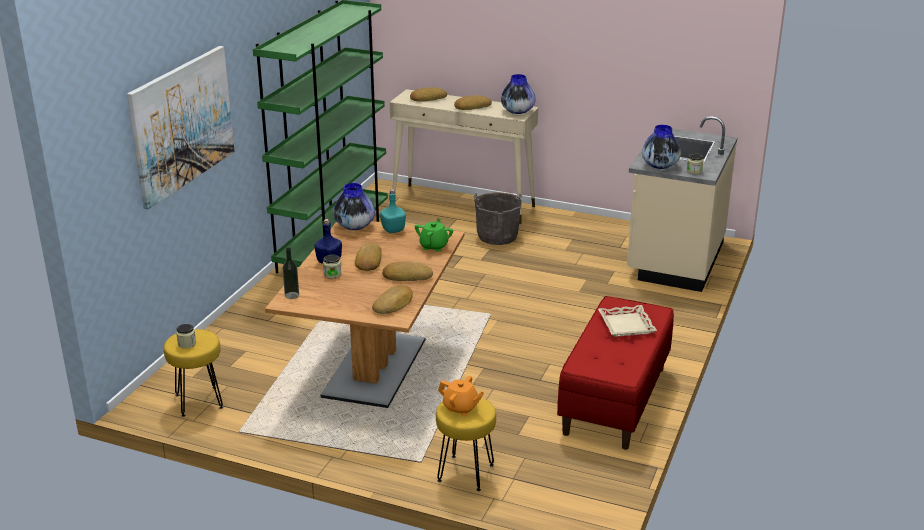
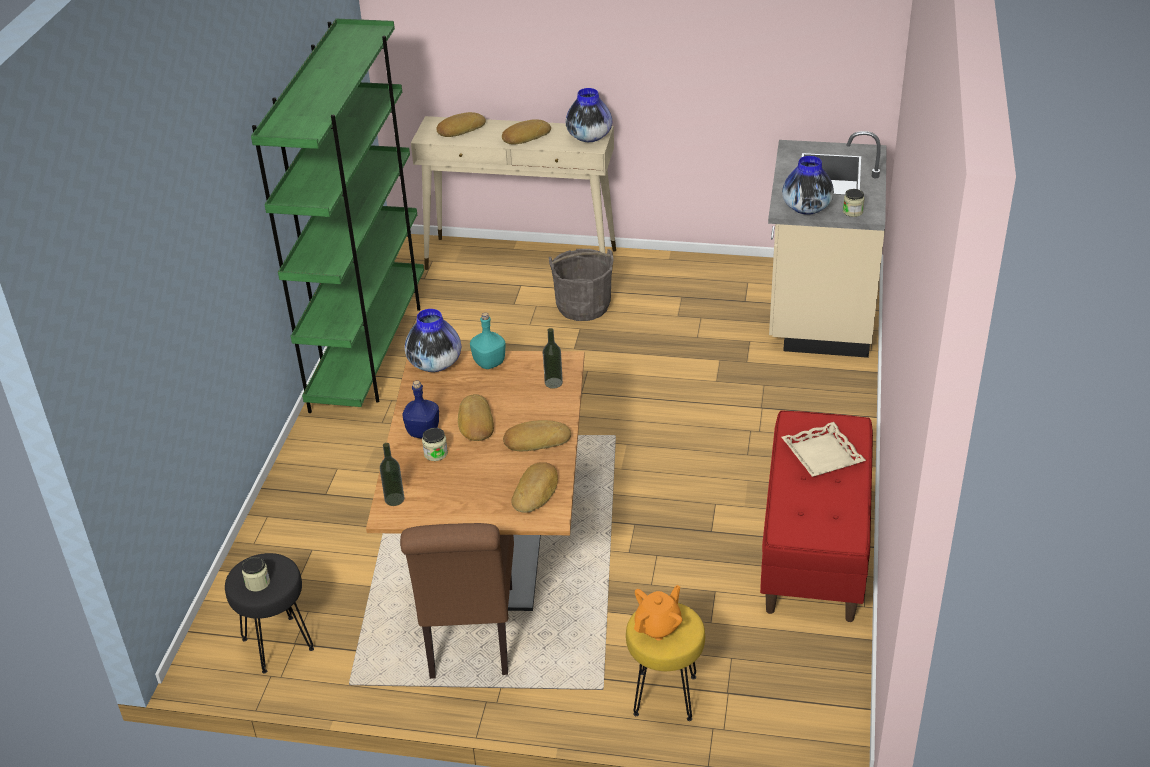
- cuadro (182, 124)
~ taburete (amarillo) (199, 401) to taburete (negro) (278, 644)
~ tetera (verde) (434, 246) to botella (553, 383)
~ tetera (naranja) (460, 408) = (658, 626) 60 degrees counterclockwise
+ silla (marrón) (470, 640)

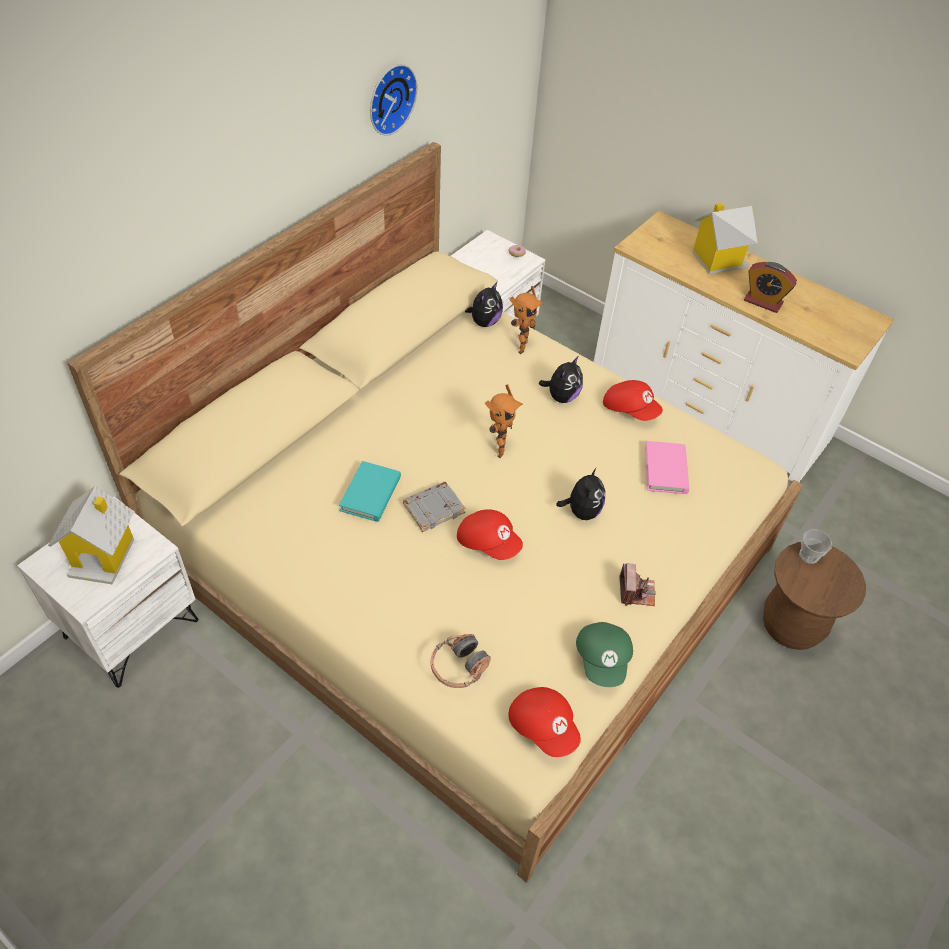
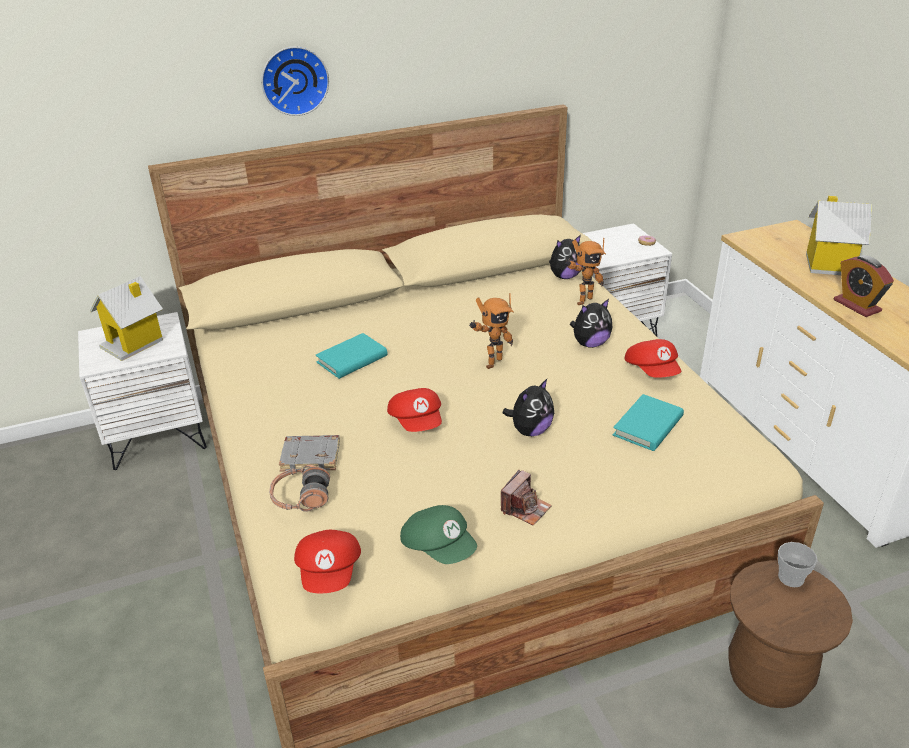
~ reloj de pared (389, 98) to (294, 80)
~ libro (gris) (434, 508) to (311, 456)
~ gorra (verde) (603, 660) = (439, 547) 75 degrees counterclockwise
~ libro (rosa) (666, 470) to libro (turquesa) (648, 426)

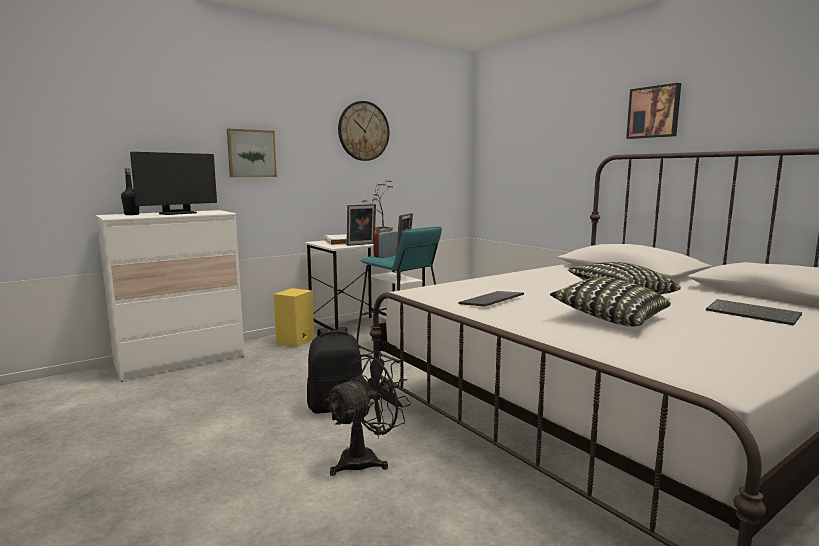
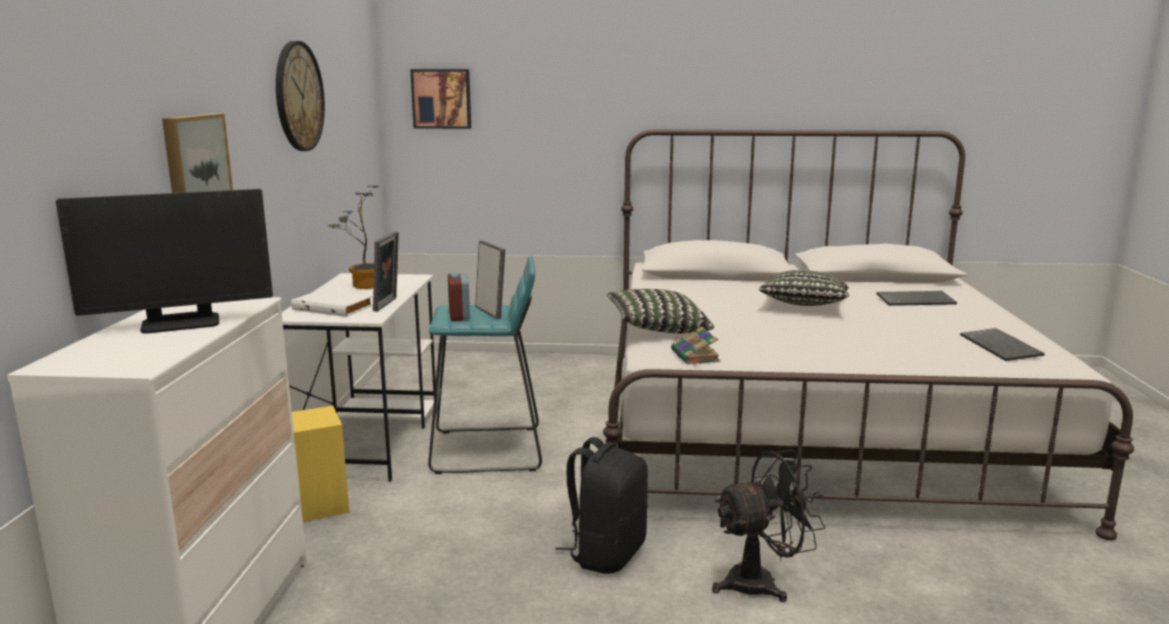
- botella (negro) (132, 214)
~ monitor (178, 213) = (181, 323) 75 degrees clockwise
~ ventilador (negro) (366, 459) = (762, 582) 75 degrees clockwise
~ teclado (492, 301) to (1002, 347)
~ cojín (609, 318) to (657, 329)
~ cuadro (654, 112) to (442, 99)
+ libro (695, 357)

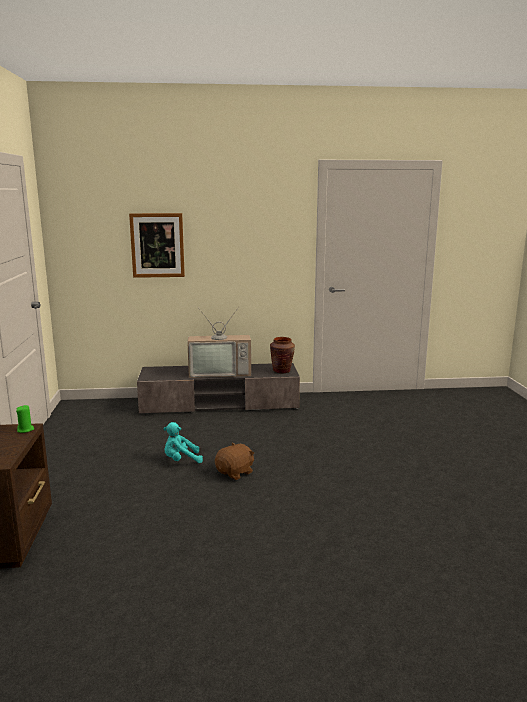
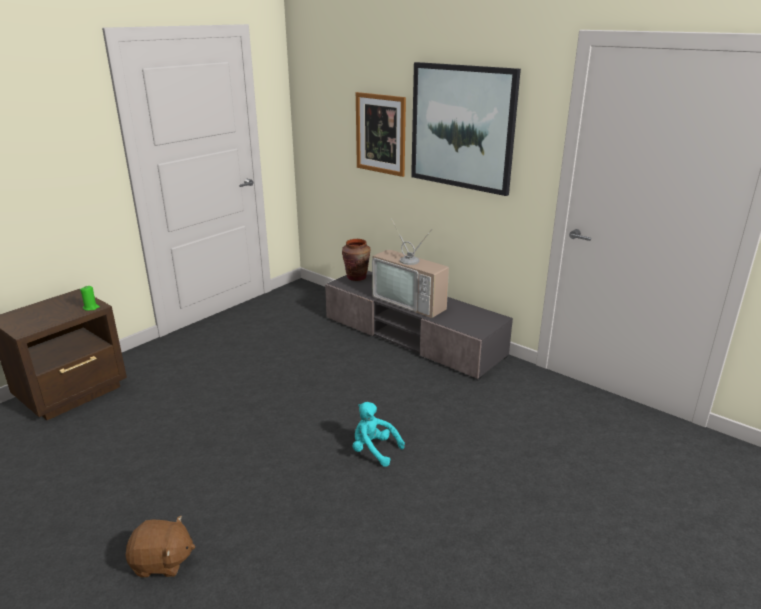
~ peluche (turquesa) (181, 460) to (374, 450)
~ peluche (marrón) (235, 473) to (162, 562)
~ florero (marrón) (282, 371) to (356, 277)
+ cuadro (462, 127)

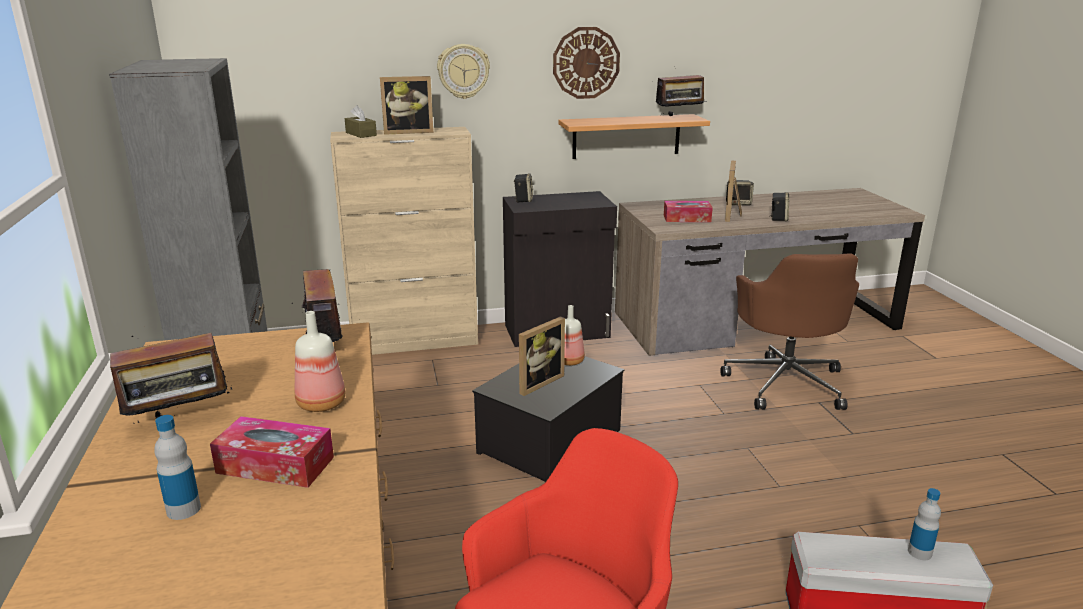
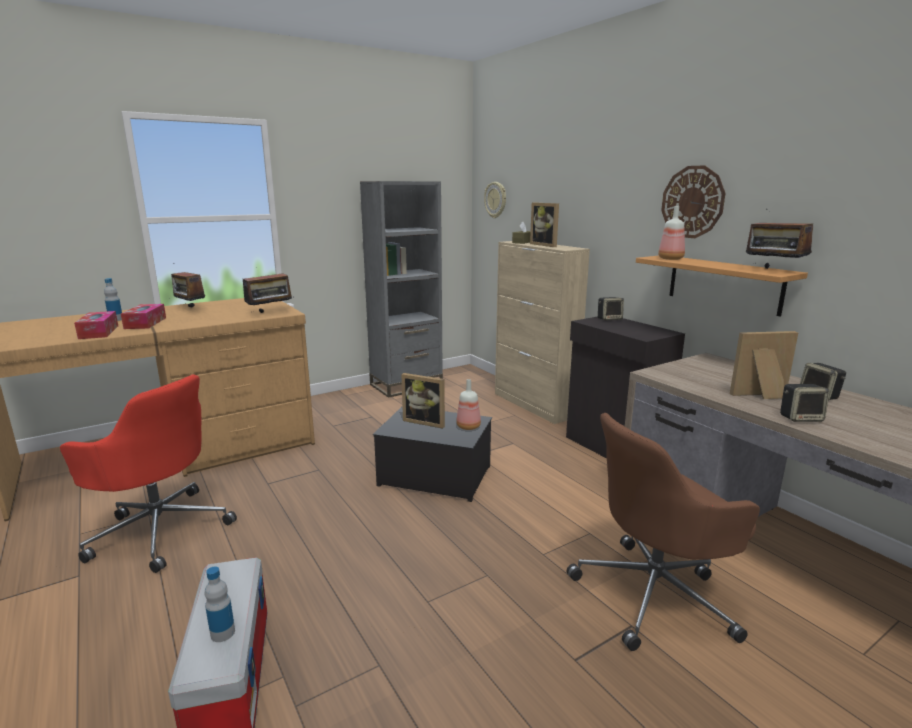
~ botella (321, 403) to (671, 259)
~ reloj de pared (463, 71) to (496, 200)
~ caja de pañuelos (687, 218) to (99, 332)

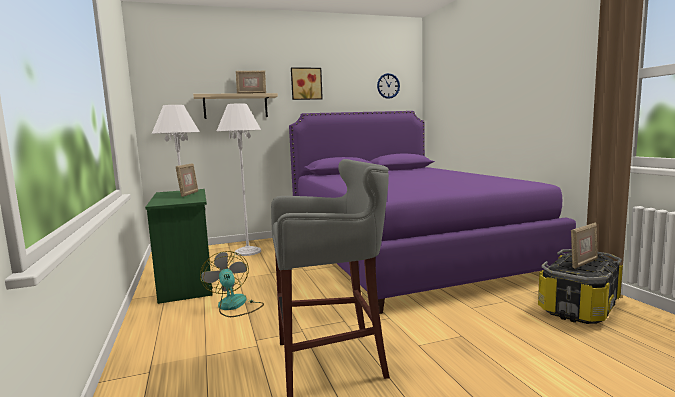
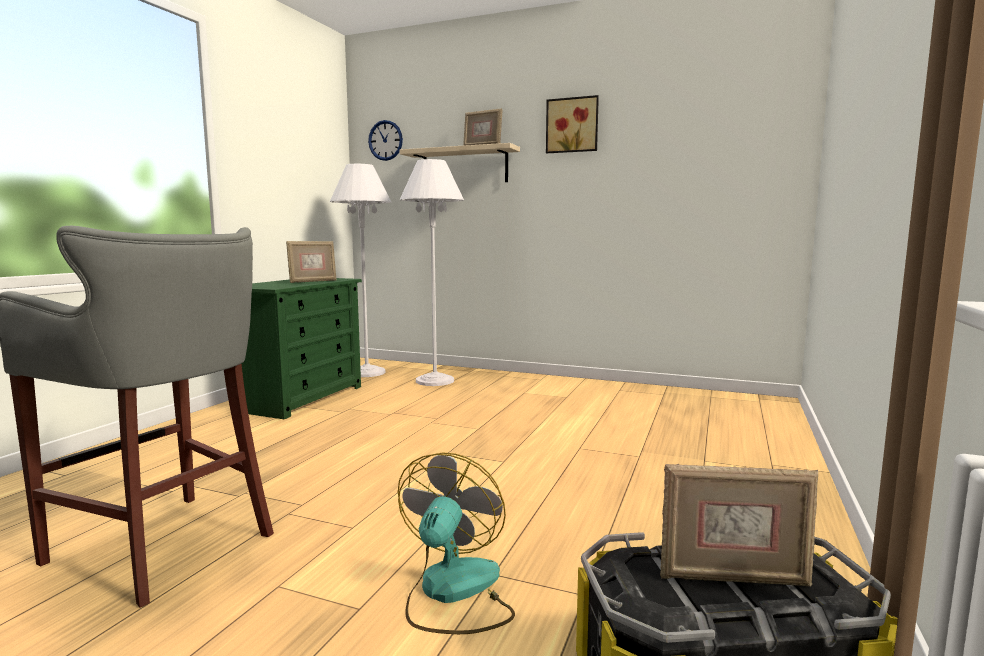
~ ventilador (234, 306) to (453, 593)
- cama (morado) (405, 253)
~ reloj de pared (388, 86) to (385, 140)

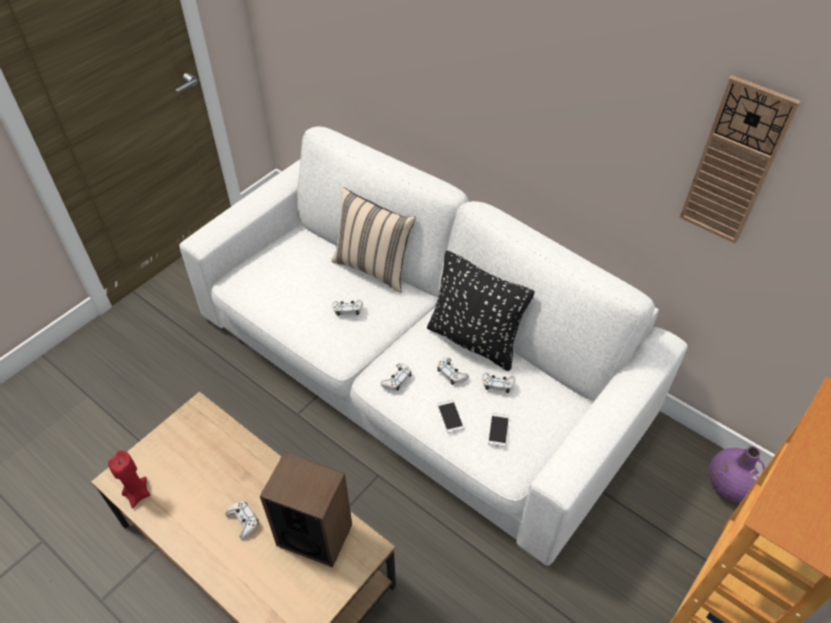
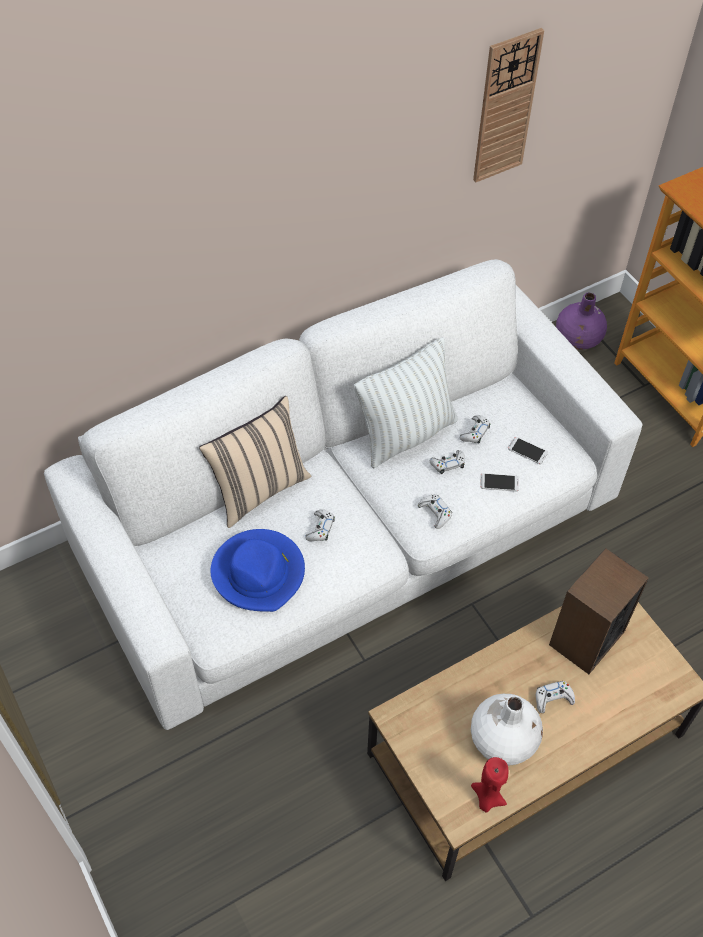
~ cojín (negro) (474, 340) to cojín (blanco) (406, 434)
+ sombrero (azul) (259, 572)
+ florero (blanco) (503, 739)

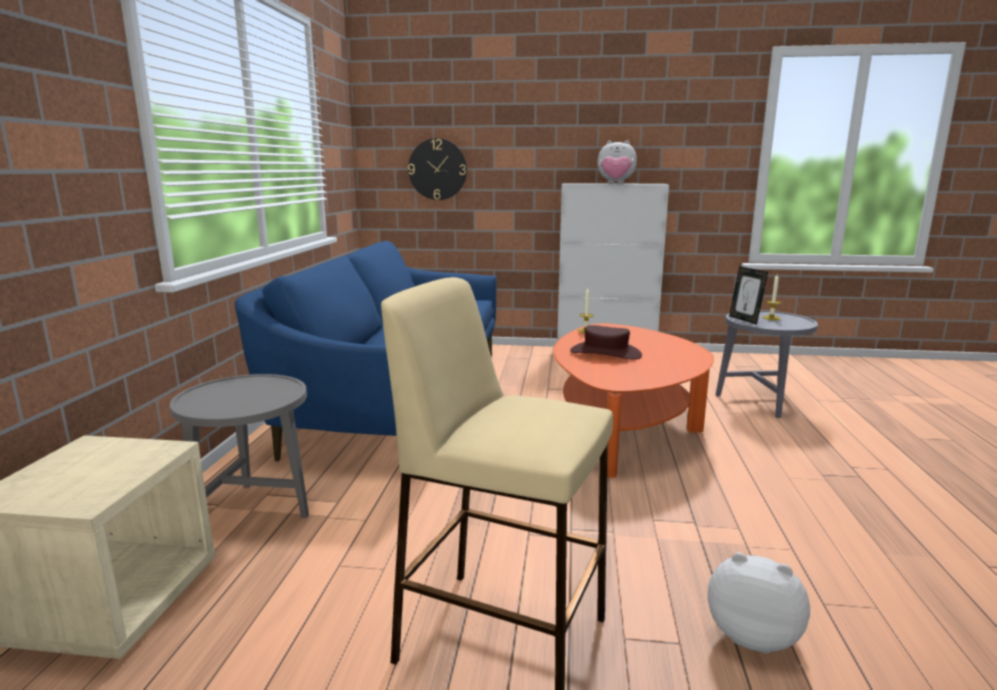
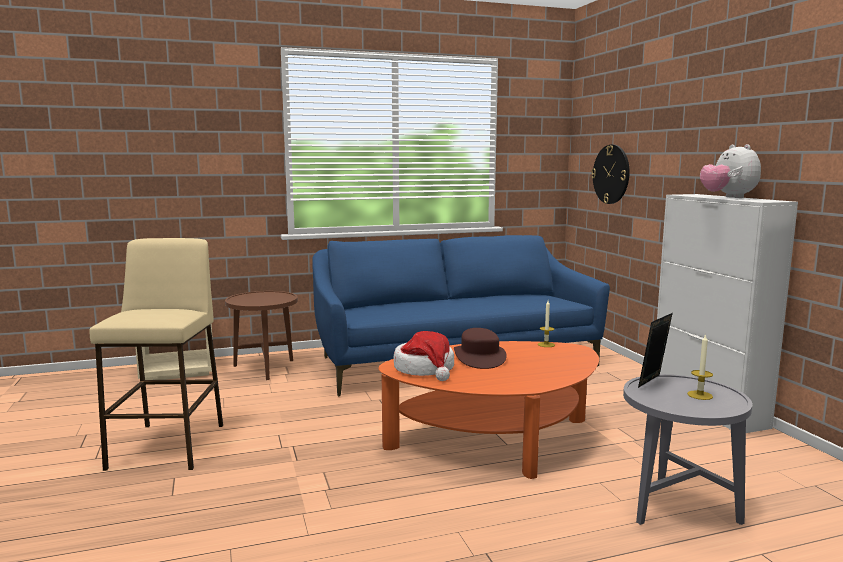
~ mesa auxiliar (gris) (254, 512) to mesa auxiliar (marrón) (265, 369)
- peluche (752, 635)
+ sombrero (425, 369)

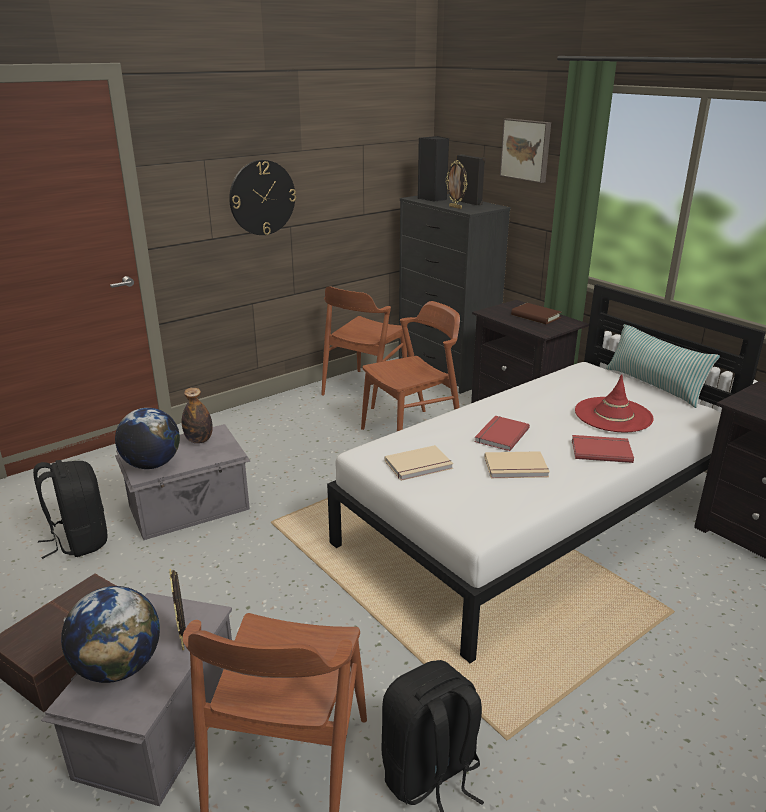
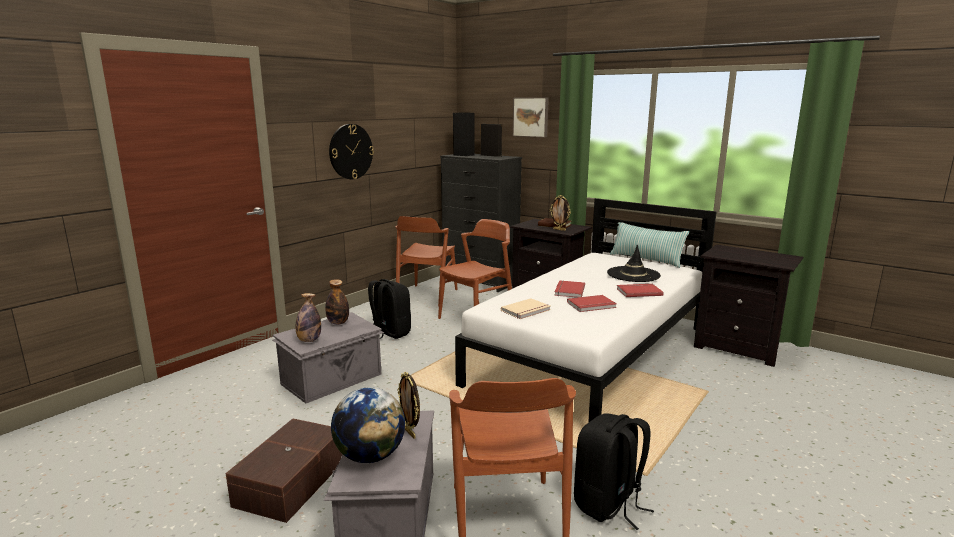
~ mochila (negro) (79, 540) to (389, 333)
~ globo terráqueo (152, 464) to botella (309, 340)
~ portarretratos (455, 207) to (559, 229)
~ libro (beis) (516, 468) to libro (rojo) (592, 305)
~ sombrero (rojo) (613, 415) to sombrero (negro) (633, 274)

